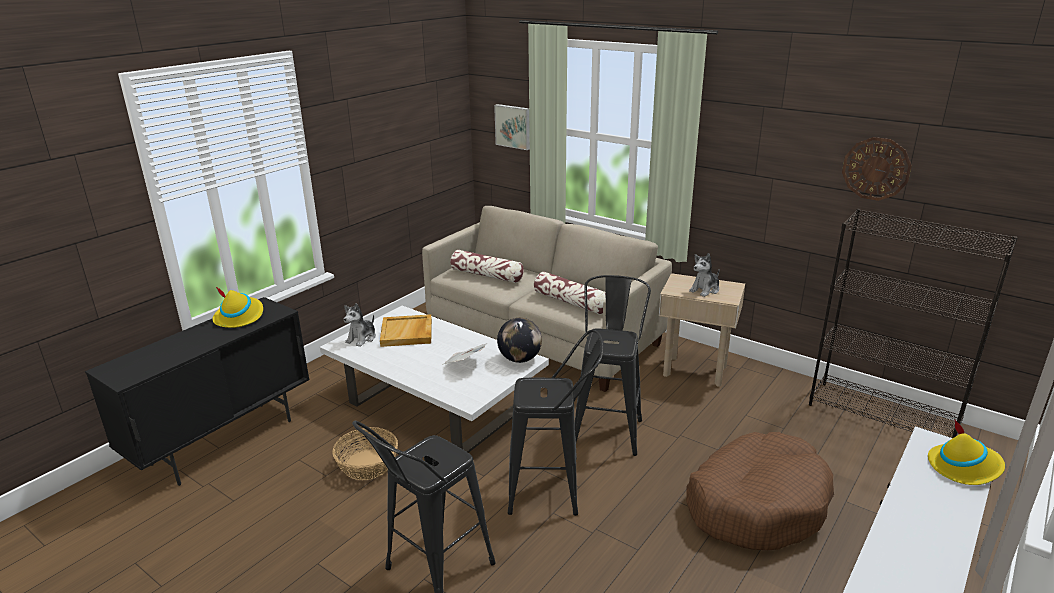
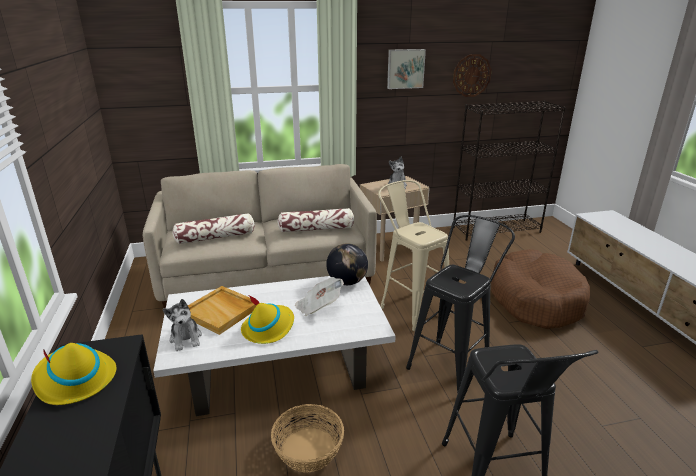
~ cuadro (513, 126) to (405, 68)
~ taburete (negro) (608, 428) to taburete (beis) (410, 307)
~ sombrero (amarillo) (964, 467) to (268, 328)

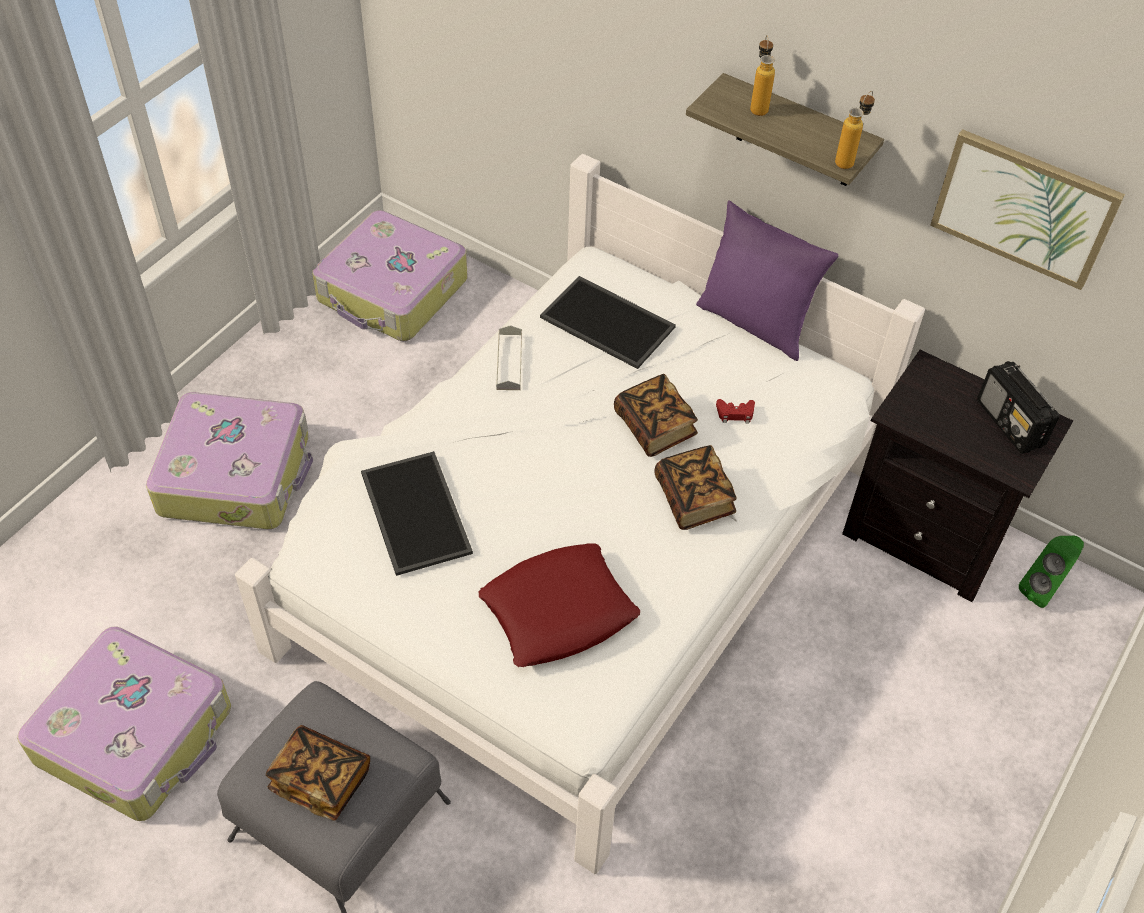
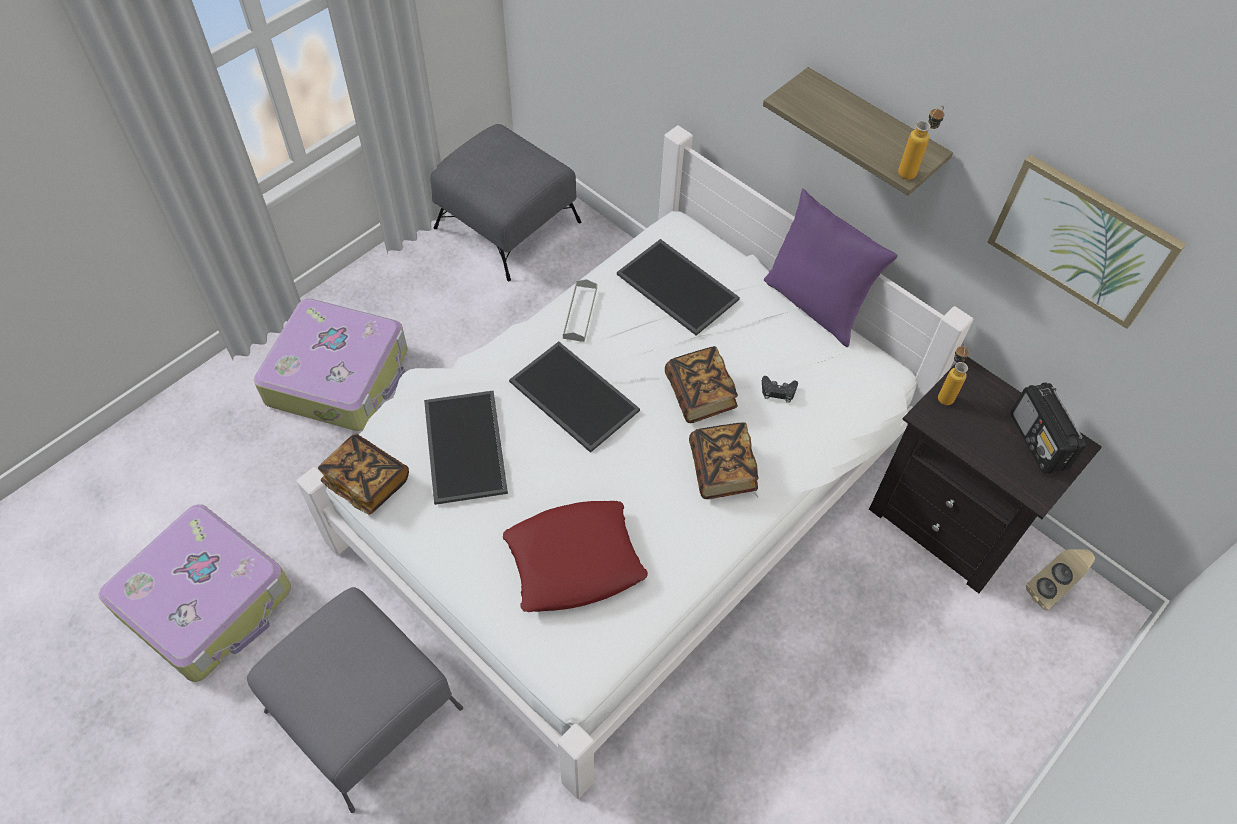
~ libro (321, 780) to (367, 482)
~ maleta (392, 292) to puf (gris) (508, 225)
~ mando de consola (rojo) (735, 414) to mando de consola (negro) (778, 391)
~ botella (758, 106) to (945, 393)
~ altavoz (verde) (1043, 589) to altavoz (beis) (1049, 591)
+ bandeja (571, 396)

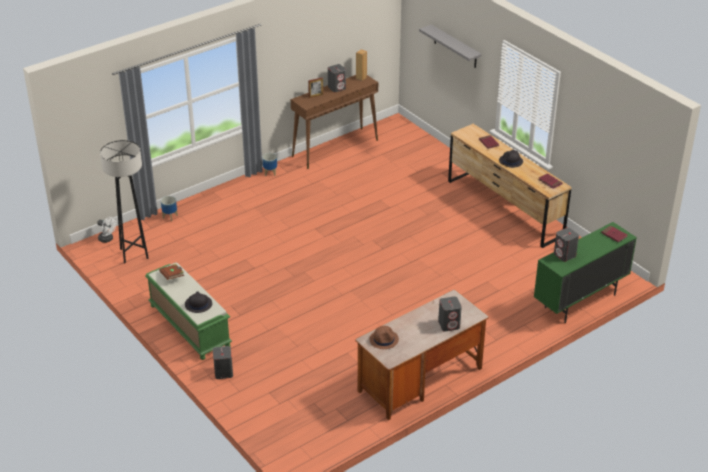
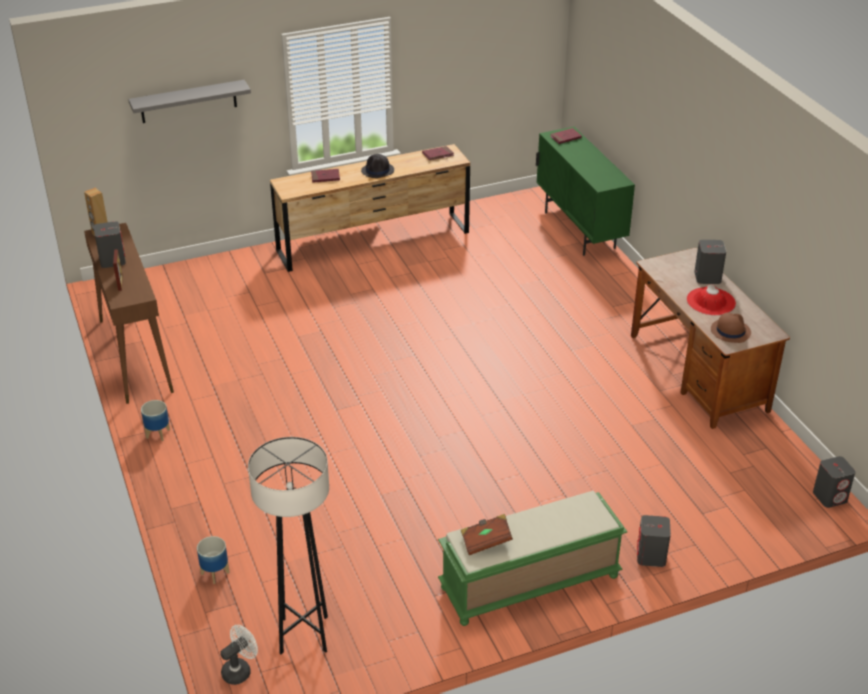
- sombrero (negro) (198, 304)
~ altavoz (gris) (565, 255) to (830, 497)
+ sombrero (rojo) (710, 301)

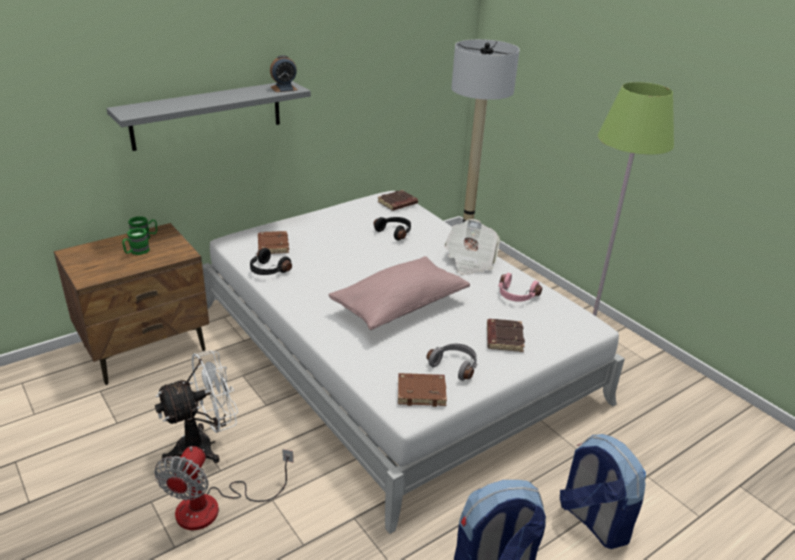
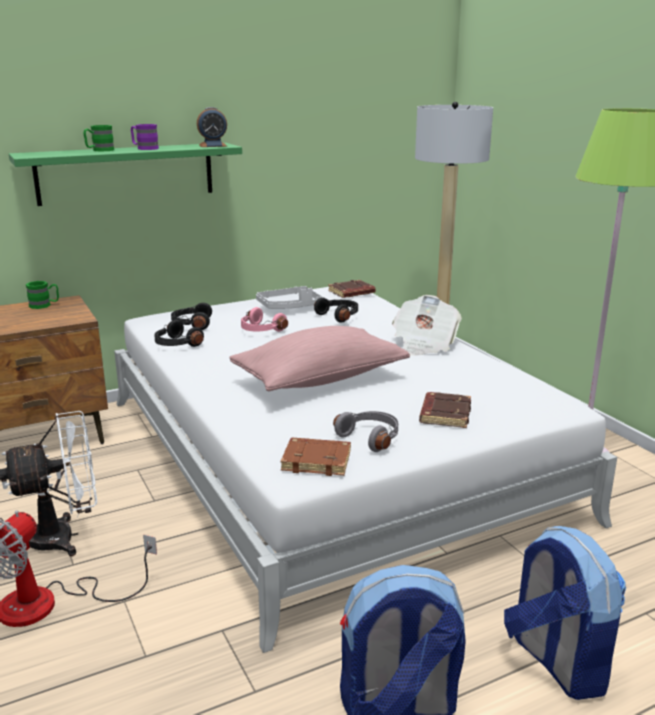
~ estante (gris) (207, 115) to estante (verde) (126, 173)
~ taza grande (verde) (136, 252) to (99, 150)
~ libro (marrón) (272, 245) to auriculares (negro) (191, 324)
~ auriculares (rosa) (516, 296) to (260, 330)
+ taza grande (morado) (144, 148)
+ bandeja (gris) (289, 306)

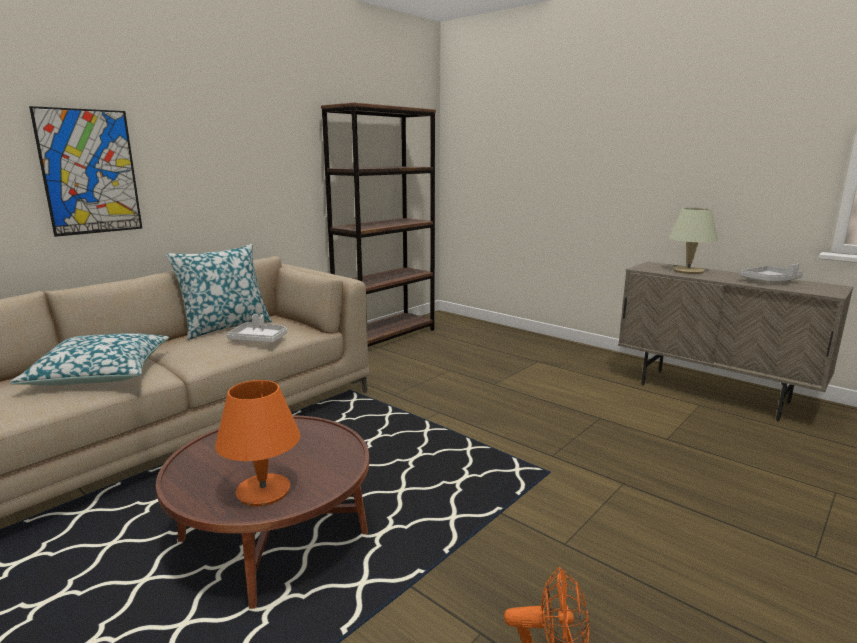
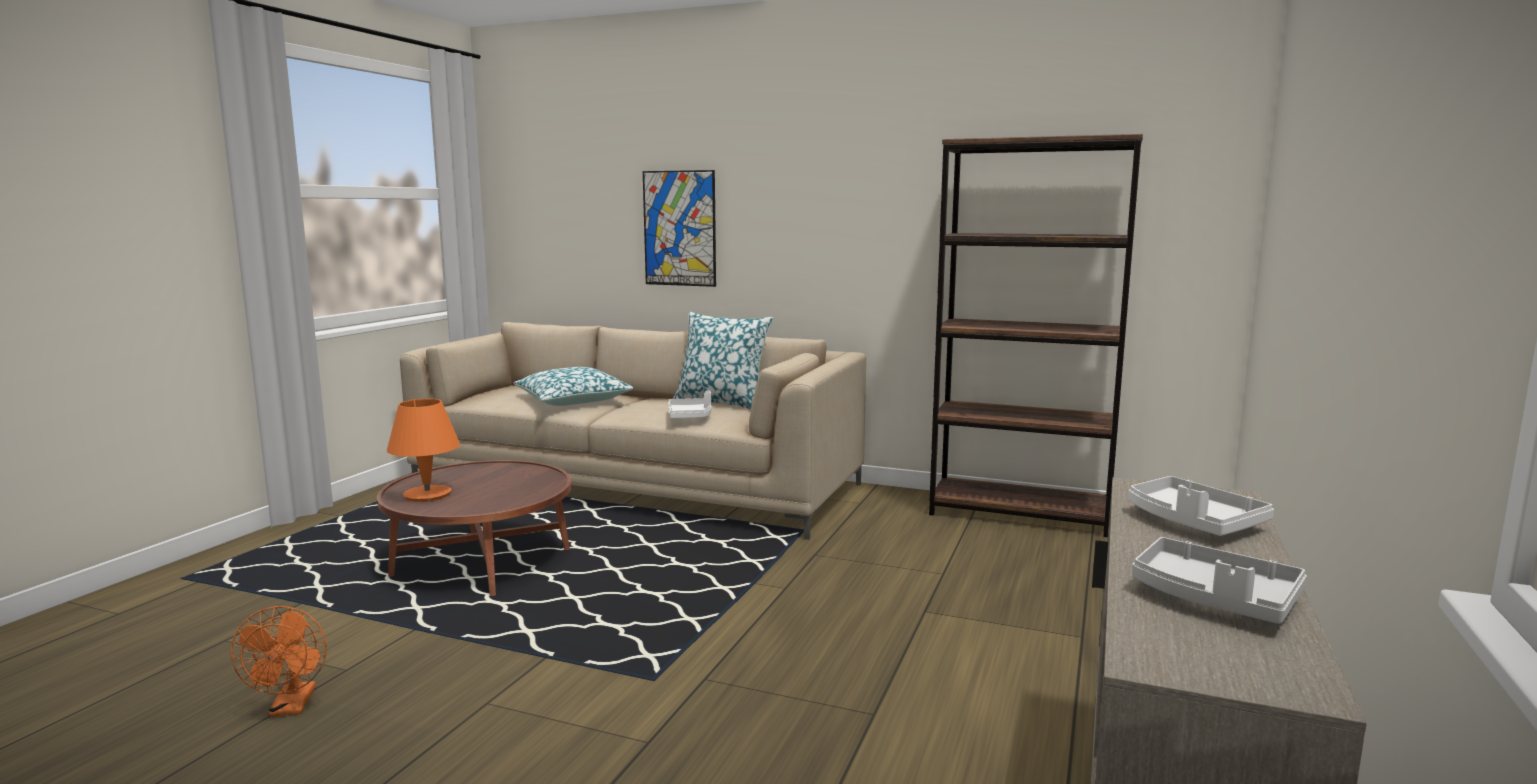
~ lámpara de mesa (beis) (687, 271) to bandeja (blanco) (1192, 522)

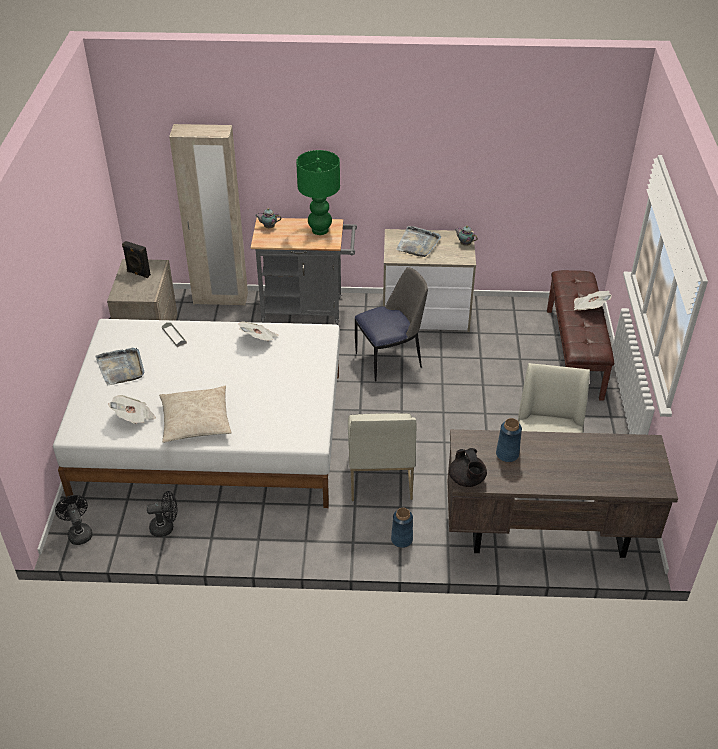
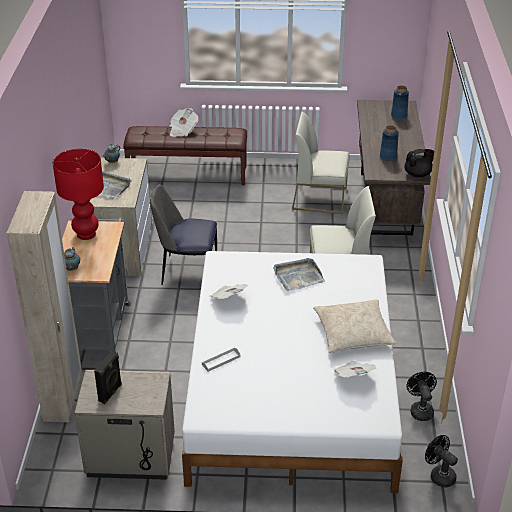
~ ventilador (negro) (79, 532) = (439, 475) 75 degrees clockwise
~ bandeja (gris) (121, 368) to (298, 276)
~ lámpara de mesa (verde) (319, 230) to lámpara de mesa (rojo) (86, 234)
~ silla (390, 359) = (187, 271) 60 degrees counterclockwise
~ florero (azul) (401, 539) to (398, 116)

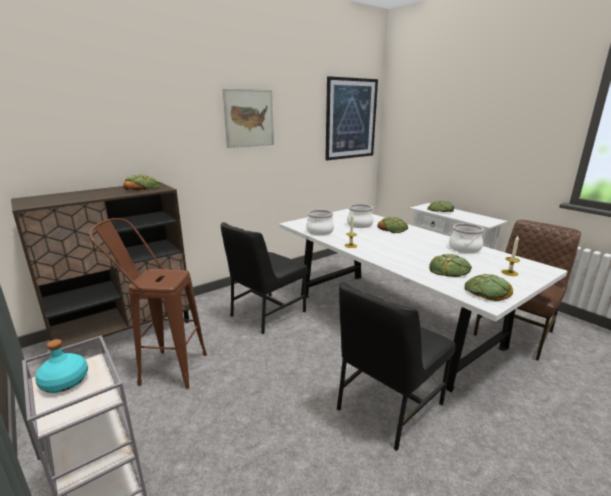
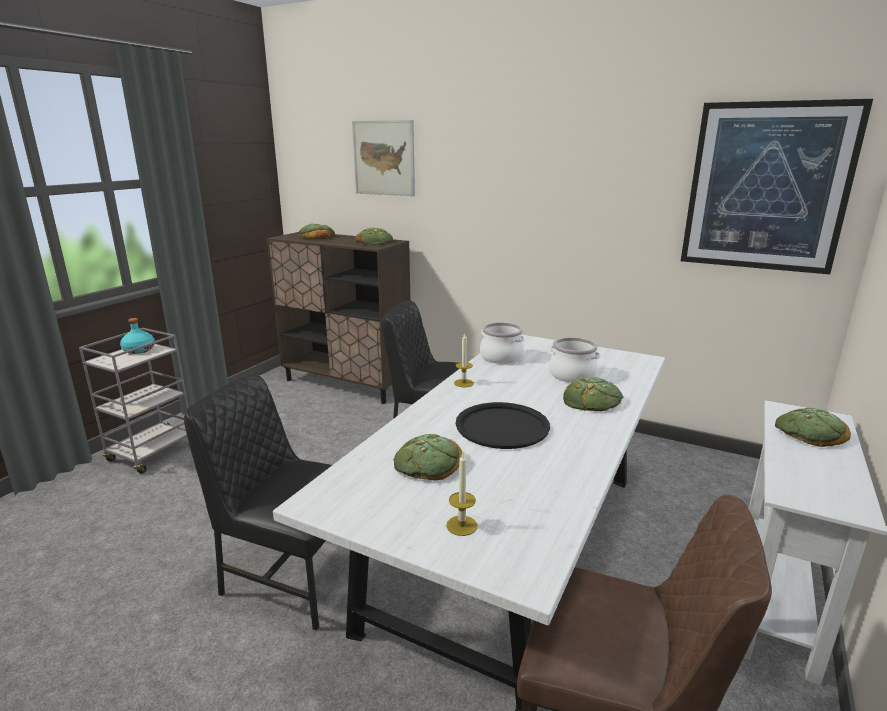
- taburete (marrón) (163, 368)
~ cuadro (249, 118) to (383, 158)
- olla (464, 248)
~ pan (487, 291) to (317, 236)
+ bandeja (negro) (502, 426)

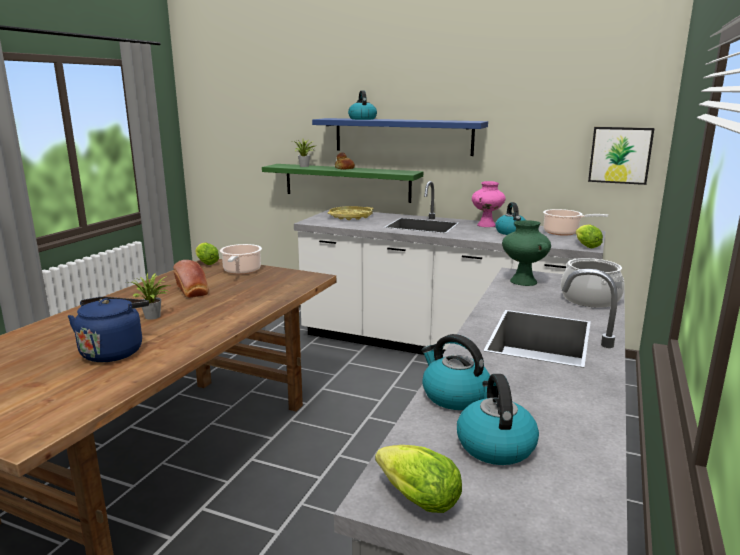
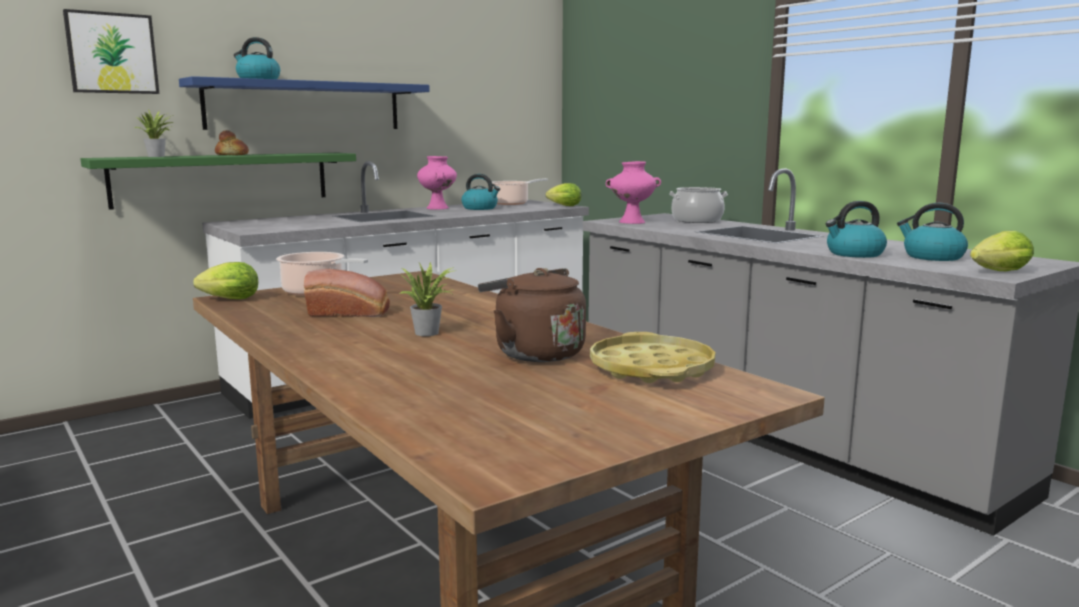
~ hervidor (azul) (114, 351) to hervidor (marrón) (534, 353)
~ bandeja (amarillo) (351, 216) to (651, 369)
~ florero (verde) (522, 281) to florero (rosa) (631, 222)
~ cuadro (620, 155) to (112, 53)

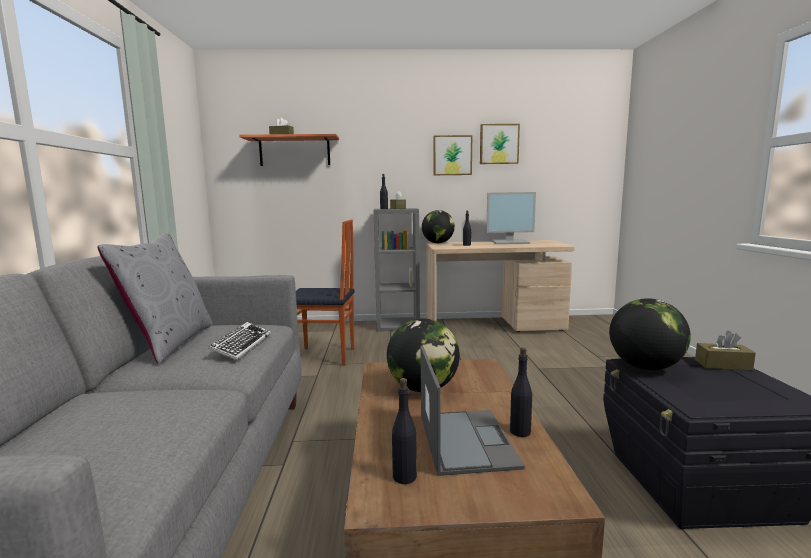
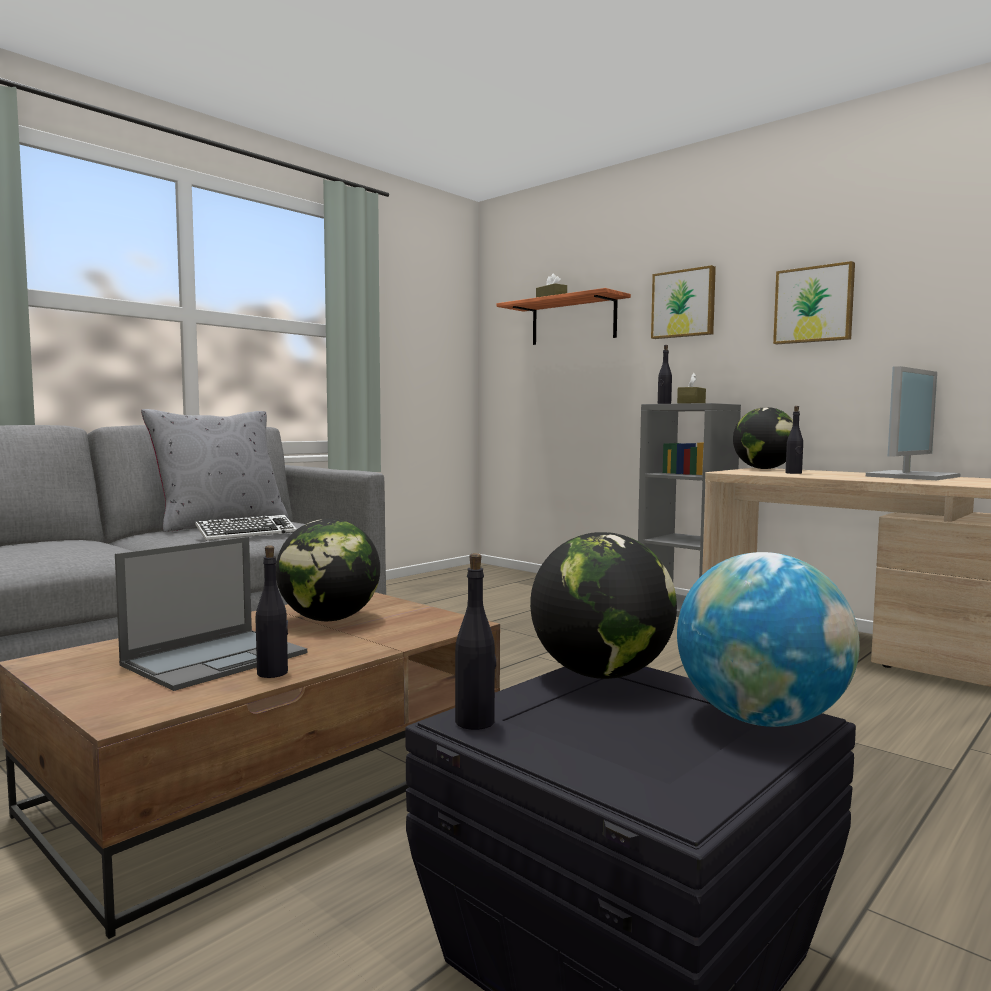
- silla (324, 357)
~ botella (negro) (404, 476) to (475, 722)
~ cuadro (499, 144) to (684, 304)
~ monitor (510, 242) = (912, 476) 90 degrees counterclockwise
~ caja de pañuelos (marrón) (723, 365) to globo terráqueo (761, 719)

